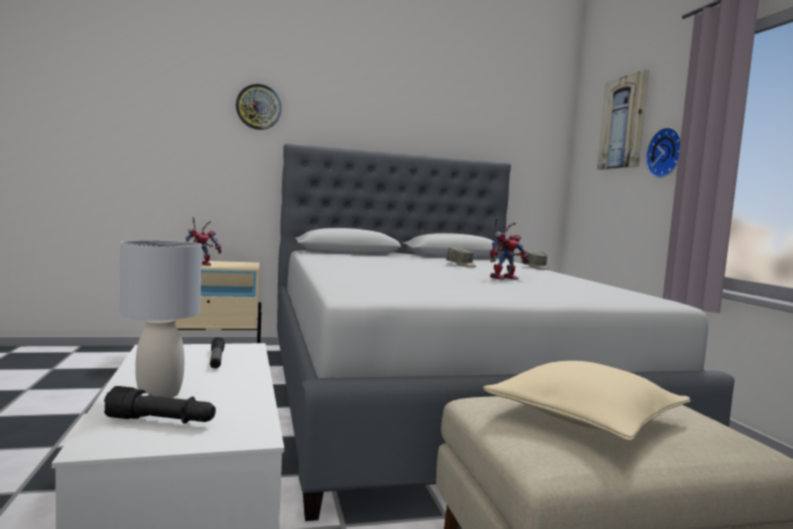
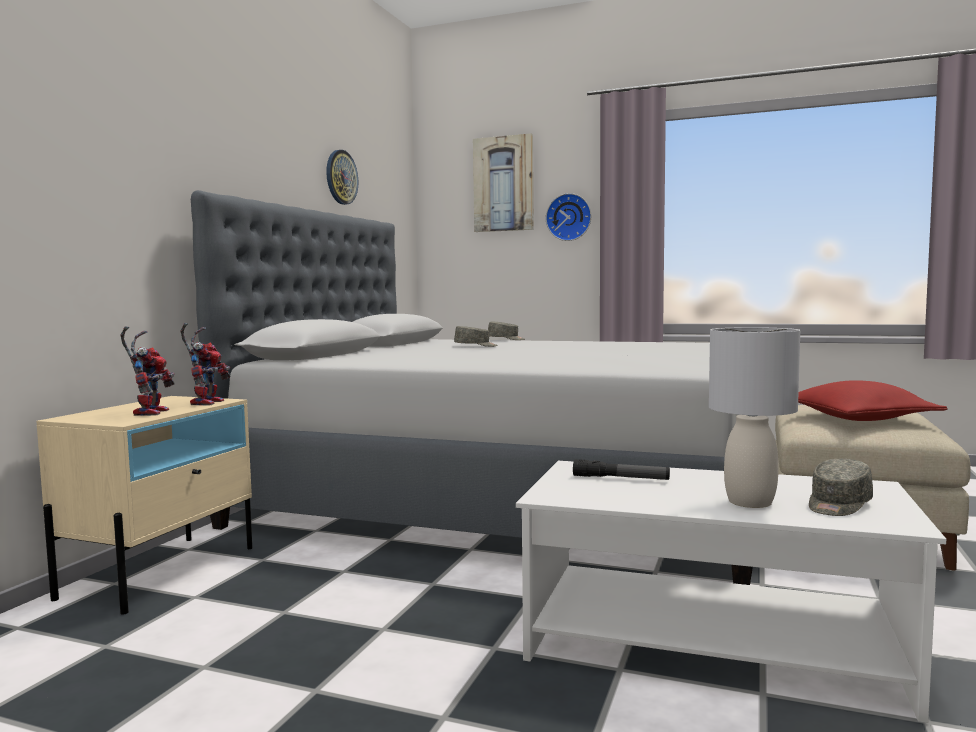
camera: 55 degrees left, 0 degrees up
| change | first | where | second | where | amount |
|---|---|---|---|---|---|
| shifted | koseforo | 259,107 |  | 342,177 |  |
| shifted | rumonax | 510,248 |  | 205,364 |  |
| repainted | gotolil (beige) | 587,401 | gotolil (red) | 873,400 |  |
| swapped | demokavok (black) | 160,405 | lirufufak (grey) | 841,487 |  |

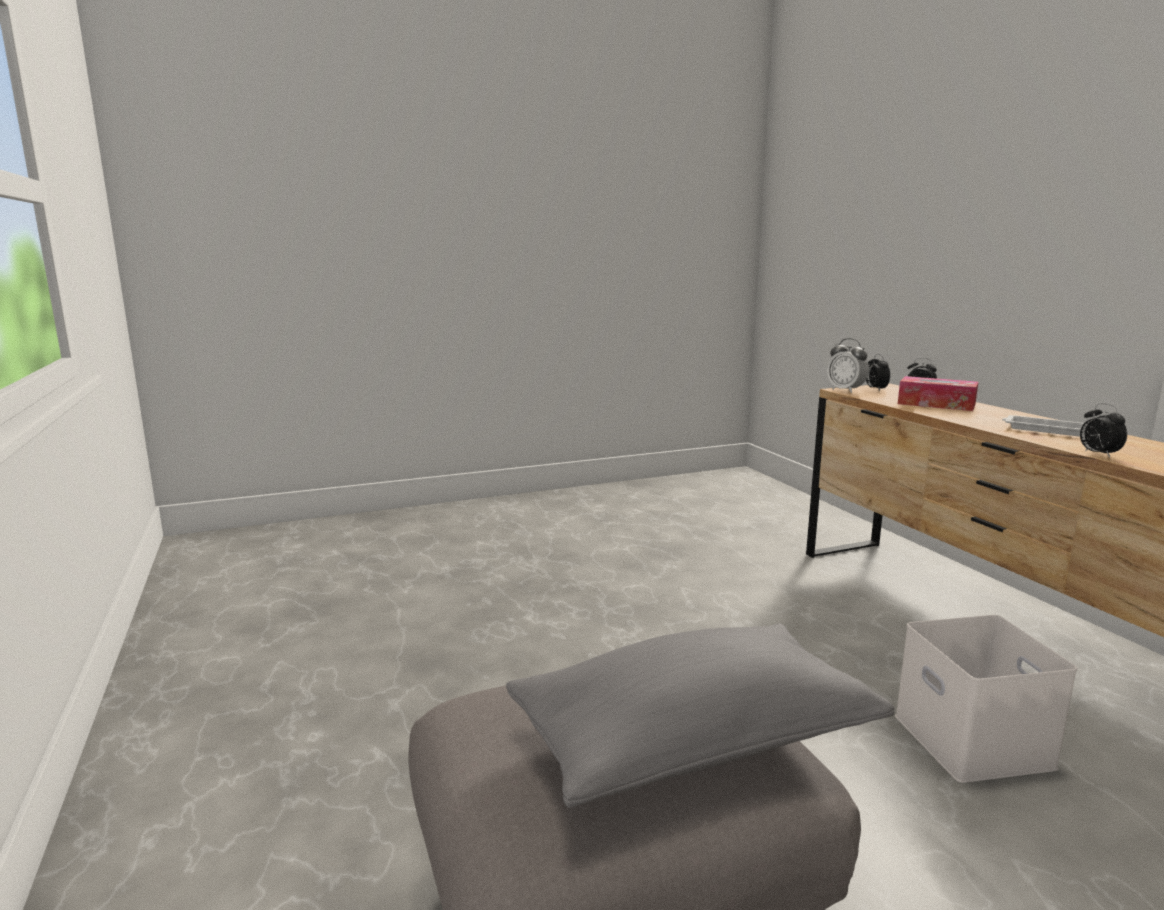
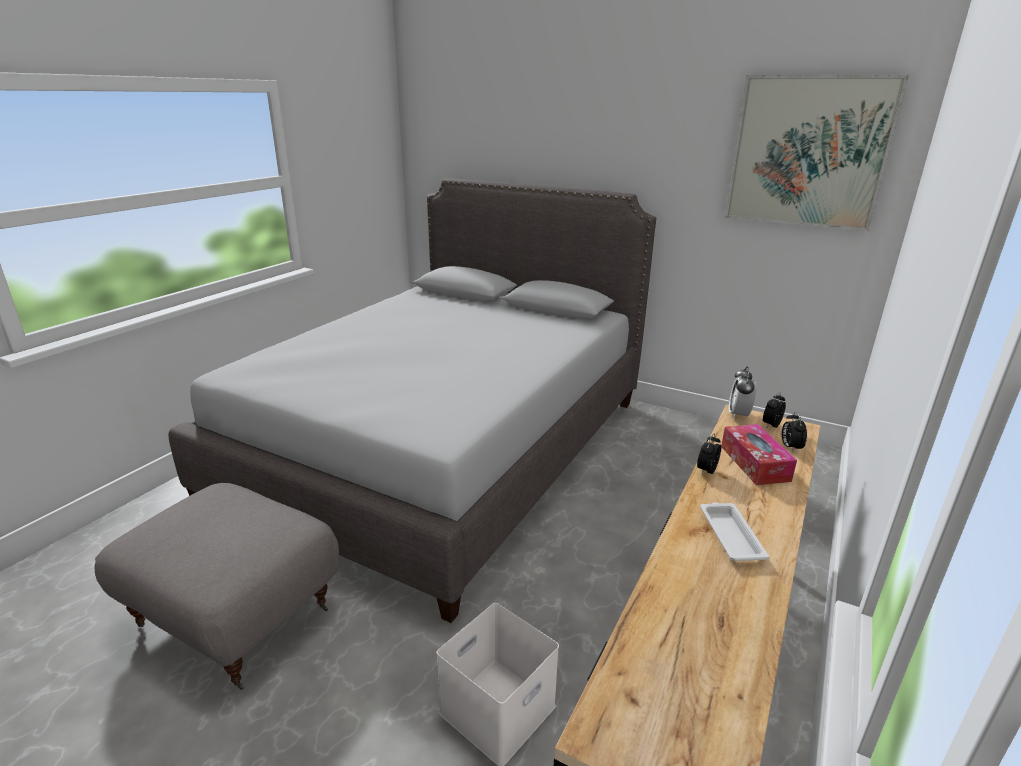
camera: 50 degrees right, 10 degrees up
| change | first | where | second | where | amount |
|---|---|---|---|---|---|
| shifted | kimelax | 1103,430 |  | 709,454 |  |
| gone | gotolil (grey) | 700,715 |  |  |  |
| new |  |  | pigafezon | 816,153 |  |
| new |  |  | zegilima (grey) | 412,400 |  |

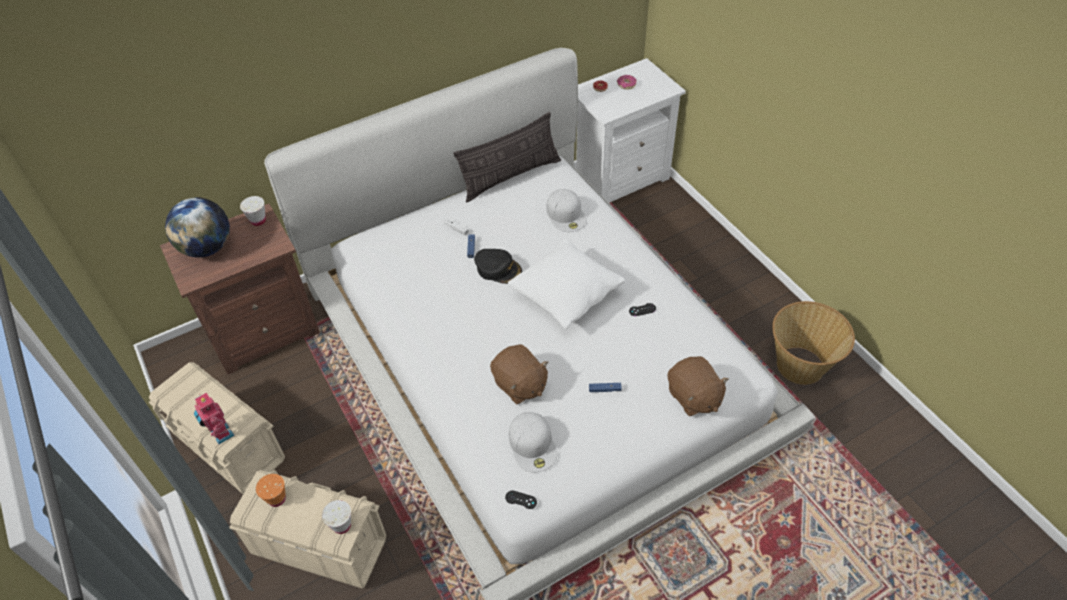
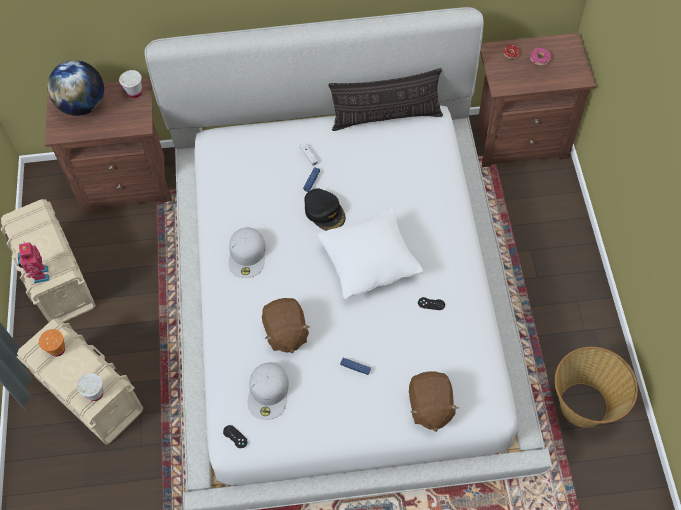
camera: 25 degrees right, 10 degrees up
| change | first | where | second | where | amount |
|---|---|---|---|---|---|
| repainted | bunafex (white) | 631,130 | bunafex (brown) | 537,100 |  |
| shifted | lirufufak (white) | 566,210 |  | 247,252 |  |

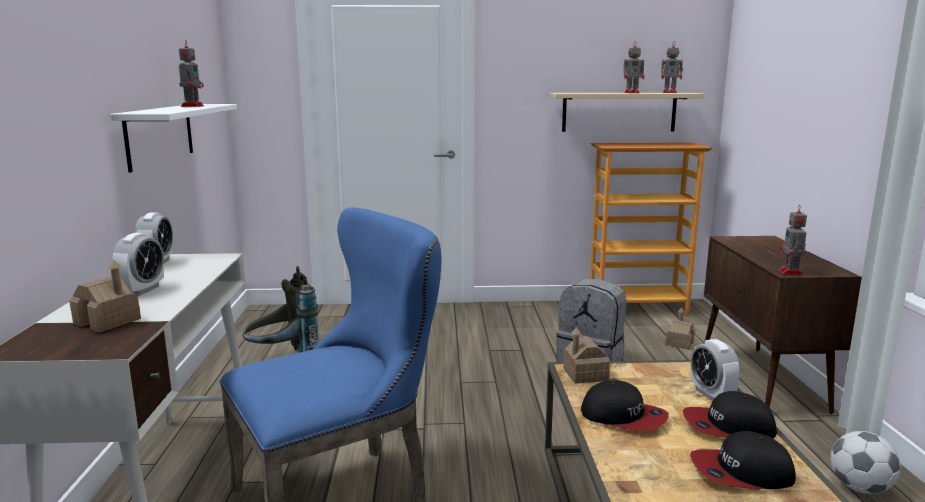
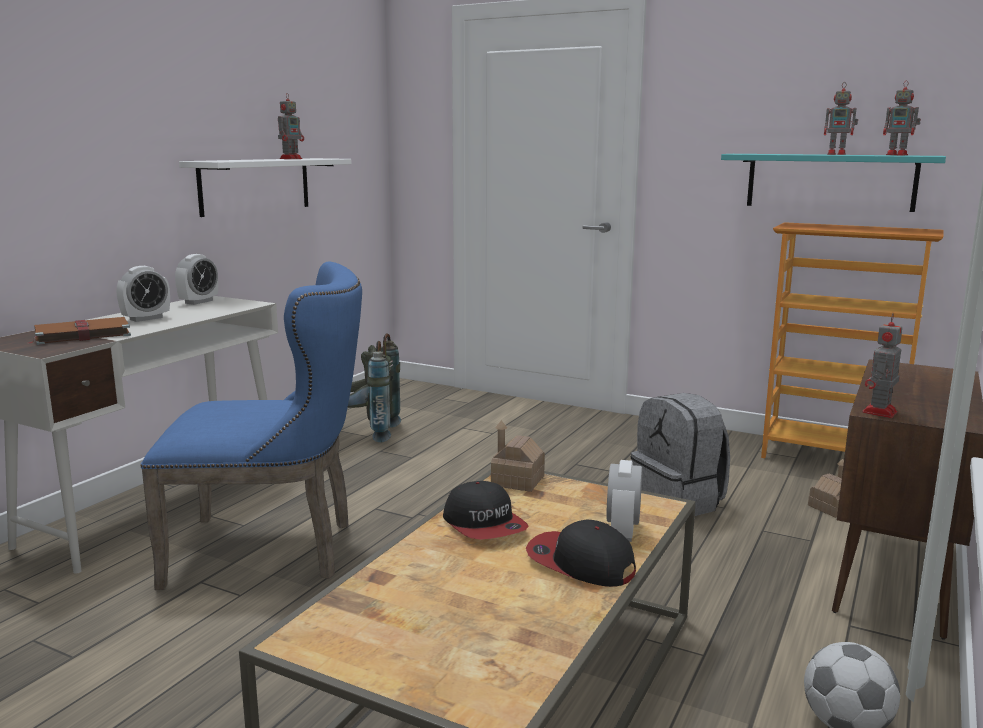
camera: 30 degrees right, 0 degrees up
| change | first | where | second | where | amount |
|---|---|---|---|---|---|
| repainted | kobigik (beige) | 627,112 | kobigik (turquoise) | 833,183 |  |
| swapped | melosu | 105,296 | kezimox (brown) | 79,331 |  |
| gone | lirufufak | 743,460 |  |  |  |

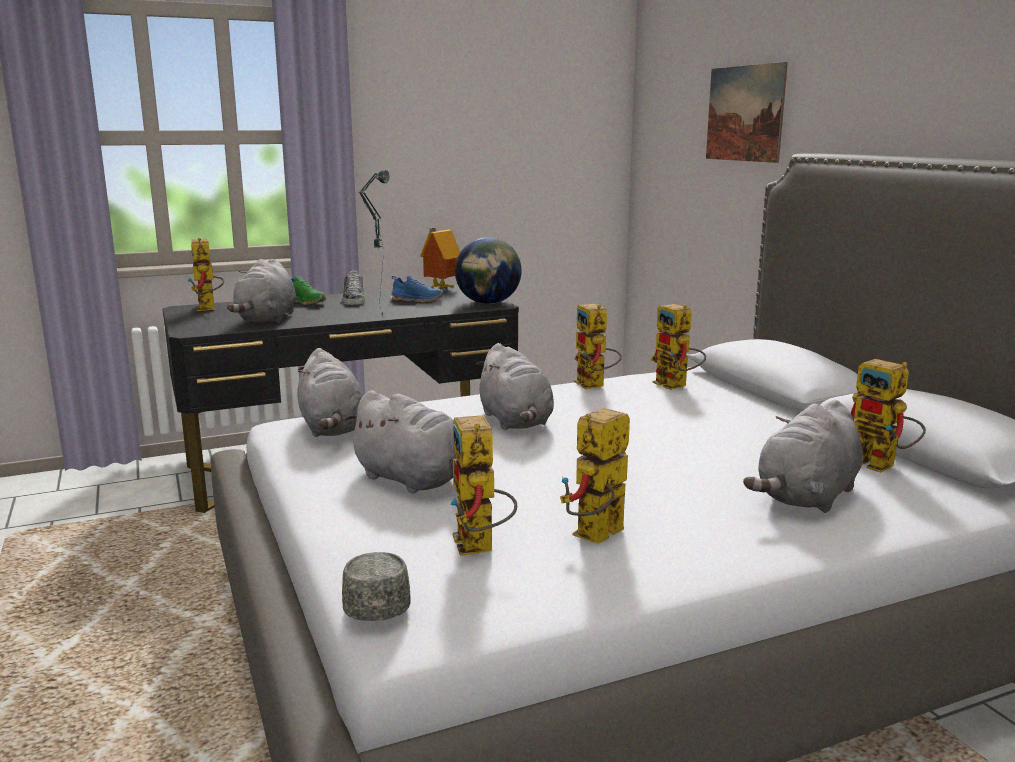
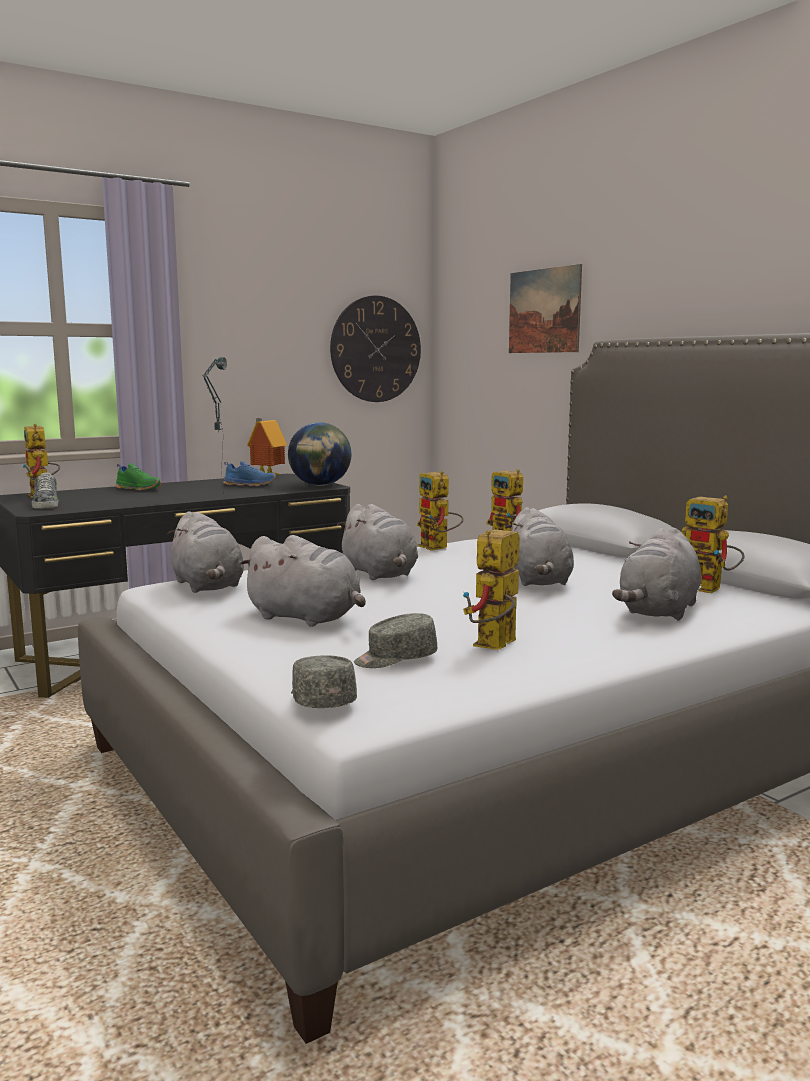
camera: 10 degrees left, 5 degrees down
| change | first | where | second | where | amount |
|---|---|---|---|---|---|
| shifted | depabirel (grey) | 261,291 |  | 539,546 |  |
| shifted | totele | 354,288 |  | 45,491 |  |
| swapped | rumonax | 483,485 | lirufufak (grey) | 396,640 |  |
| new |  |  | koseforo | 375,349 |  |

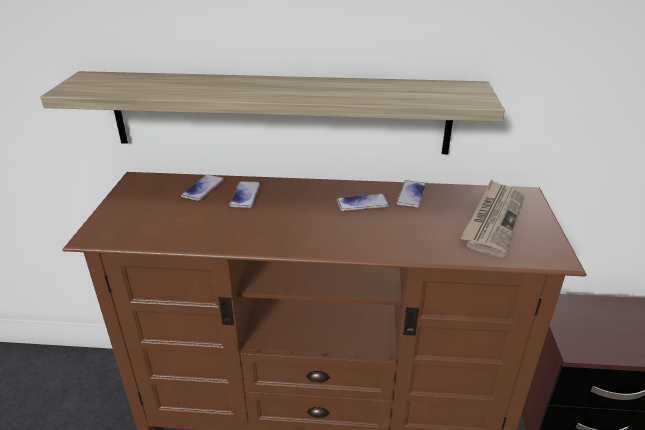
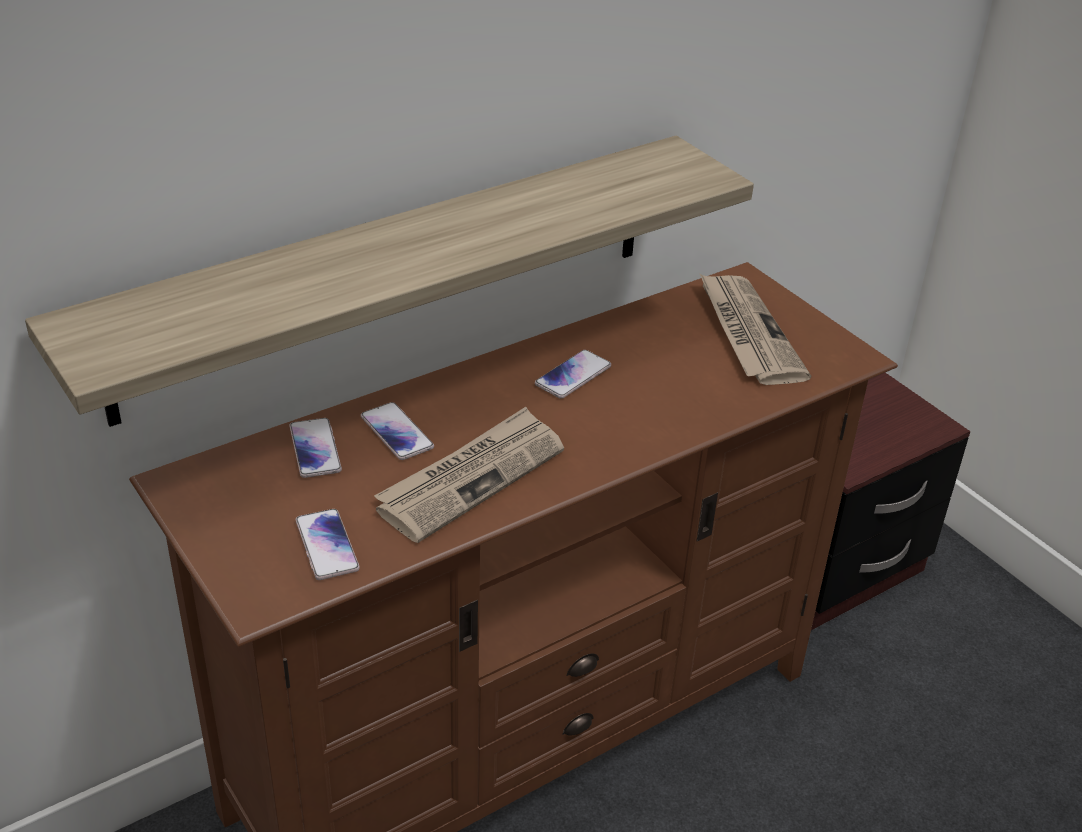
camera: 40 degrees left, 5 degrees up
| change | first | where | second | where | amount |
|---|---|---|---|---|---|
| shifted | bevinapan | 411,194 |  | 328,544 |  |
| new |  |  | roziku | 469,475 |  |

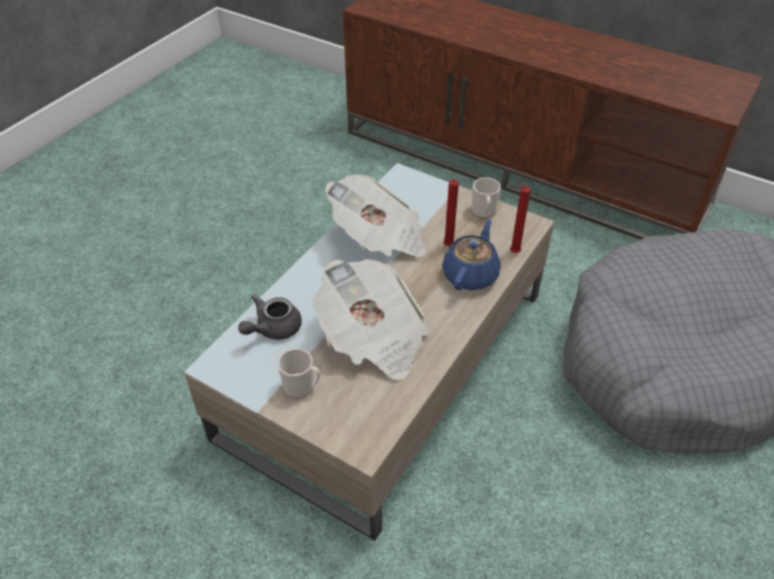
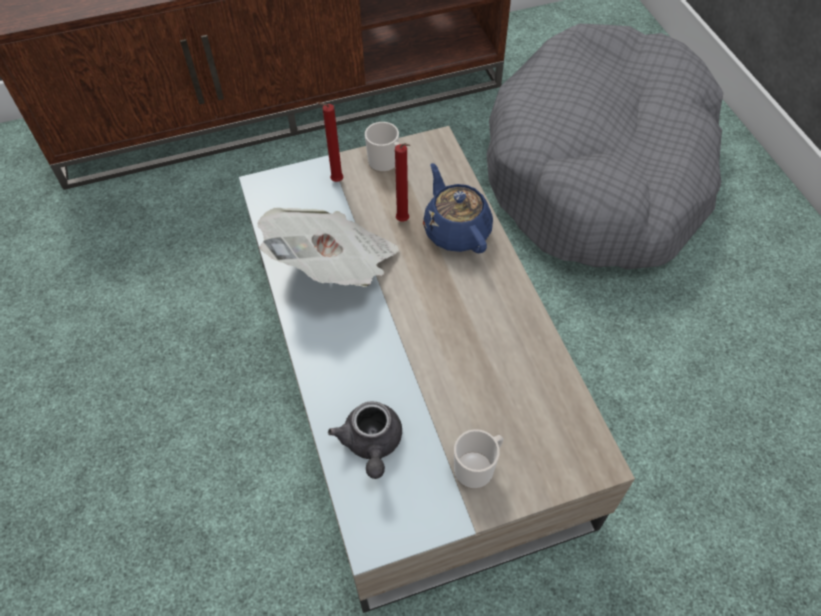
camera: 50 degrees left, 10 degrees up
| change | first | where | second | where | amount |
|---|---|---|---|---|---|
| shifted | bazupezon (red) | 520,216 |  | 329,142 |  |
| gone | roziku | 371,319 |  |  |  |

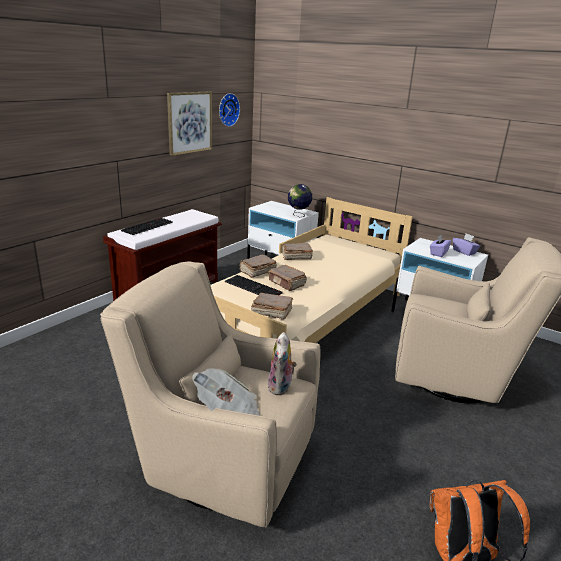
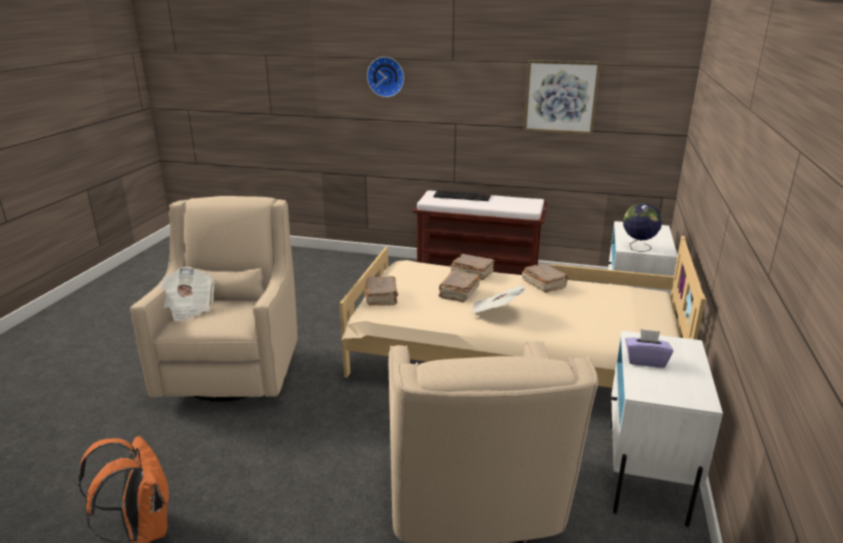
camera: 70 degrees right, 0 degrees up
| change | first | where | second | where | amount |
|---|---|---|---|---|---|
| shifted | koseforo | 229,110 |  | 385,77 |  |
| gone | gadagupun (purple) | 466,244 |  |  |  |
| gone | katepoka | 254,285 |  |  |  |
| gone | depabirel | 282,363 |  |  |  |
| new |  |  | roziku | 498,299 |  |

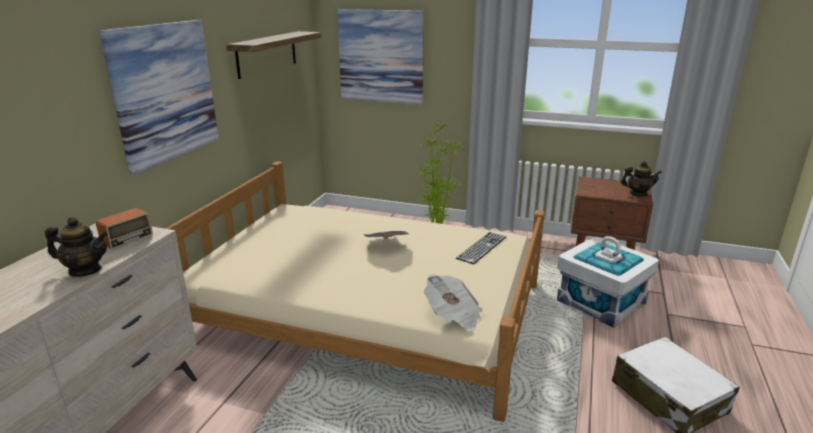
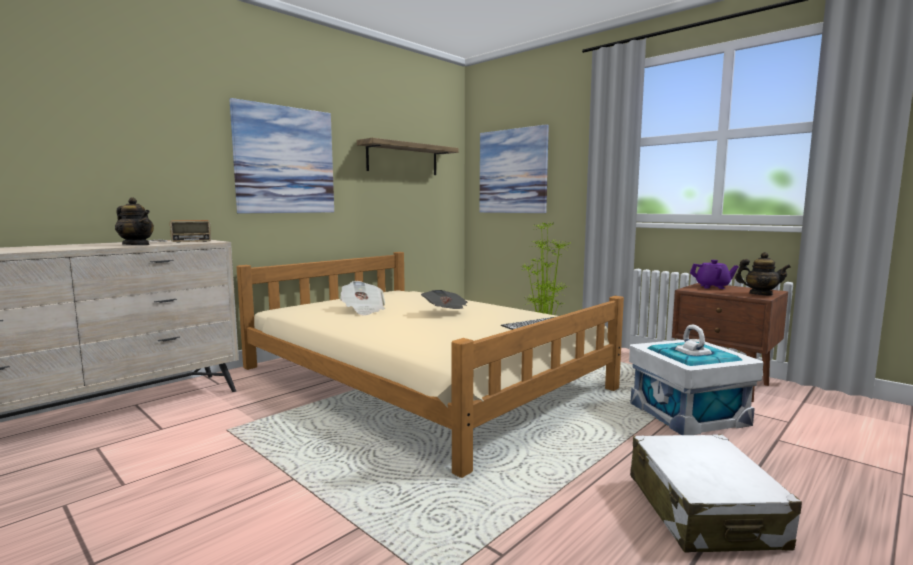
camera: 25 degrees right, 15 degrees down
| change | first | where | second | where | amount |
|---|---|---|---|---|---|
| shifted | roziku | 453,302 |  | 362,298 |  |
| new |  |  | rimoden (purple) | 714,274 |  |

